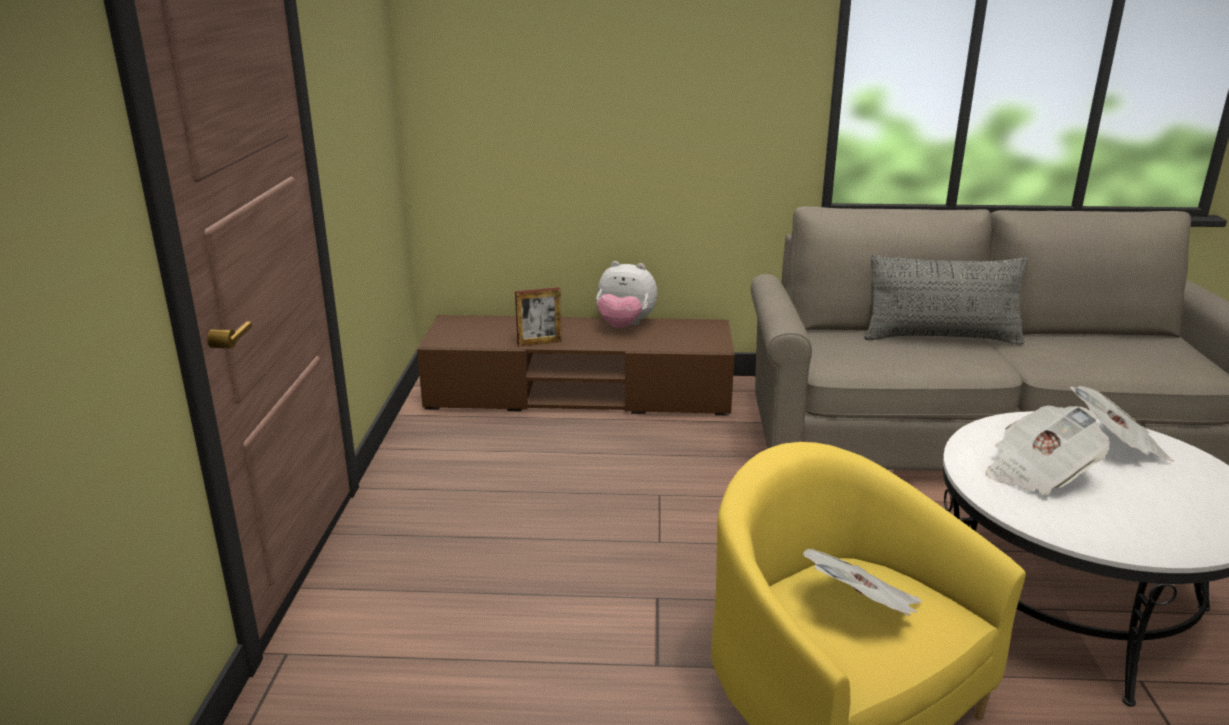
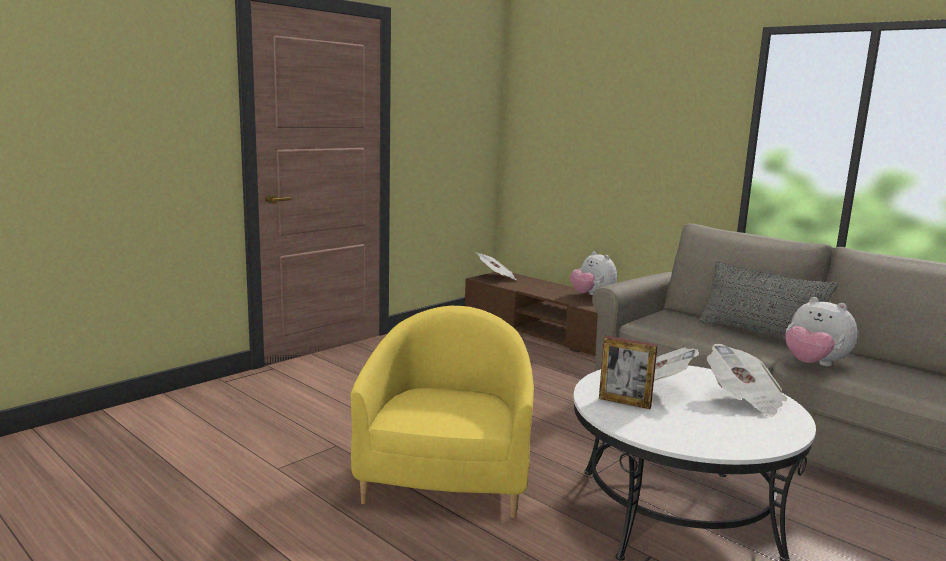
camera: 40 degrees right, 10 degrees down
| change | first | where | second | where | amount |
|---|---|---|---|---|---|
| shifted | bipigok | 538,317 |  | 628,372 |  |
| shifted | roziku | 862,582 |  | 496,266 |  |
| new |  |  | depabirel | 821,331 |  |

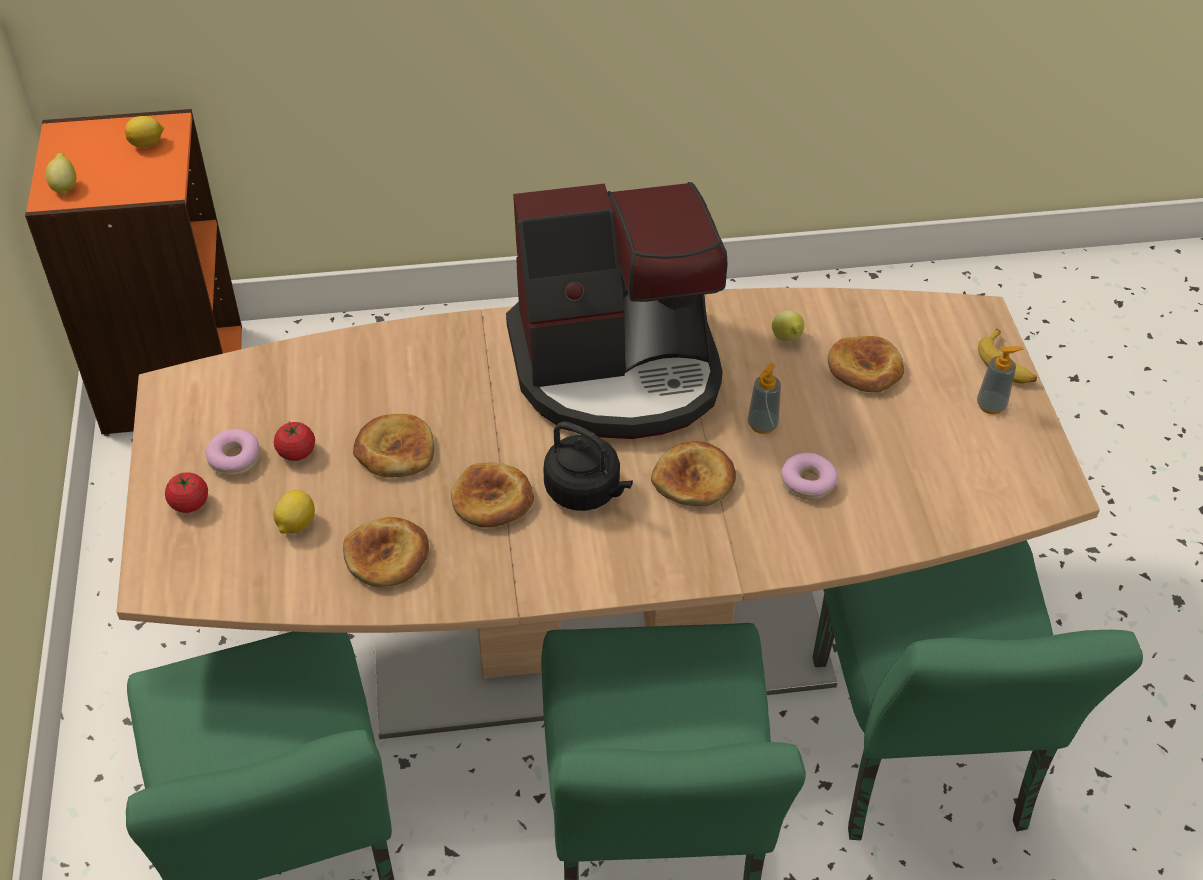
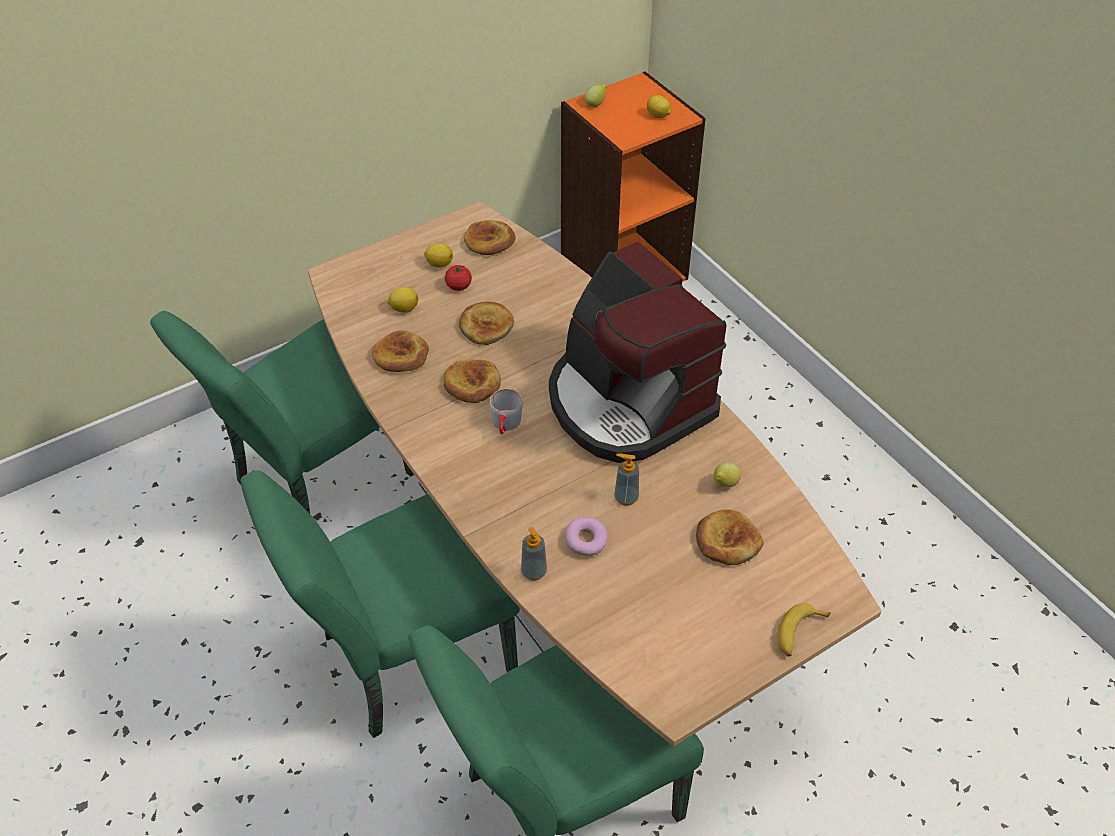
camera: 65 degrees right, 0 degrees up
| change | first | where | second | where | amount |
|---|---|---|---|---|---|
| shifted | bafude | 1000,380 |  | 534,554 |  |
| swapped | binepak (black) | 588,466 | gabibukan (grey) | 506,411 |  |
| swapped | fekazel | 232,452 | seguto | 438,255 |  |
| shifted | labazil | 693,473 |  | 490,237 |  |
| gone | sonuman | 186,492 |  |  |  |

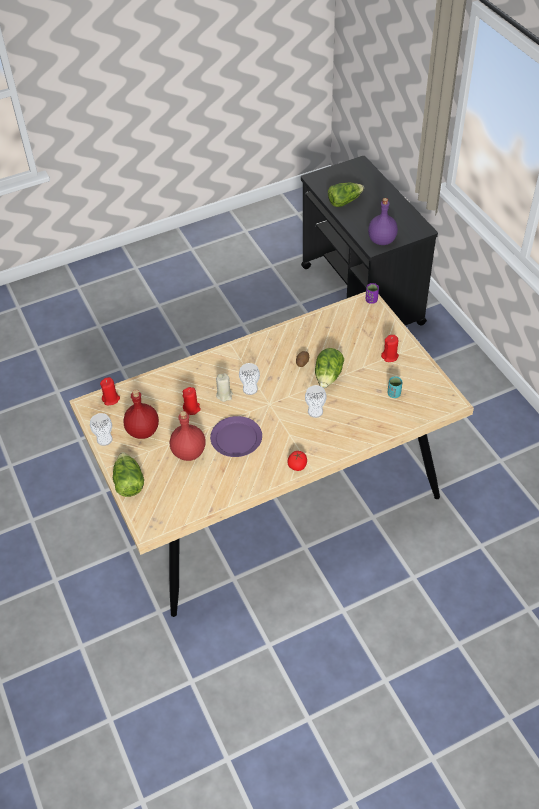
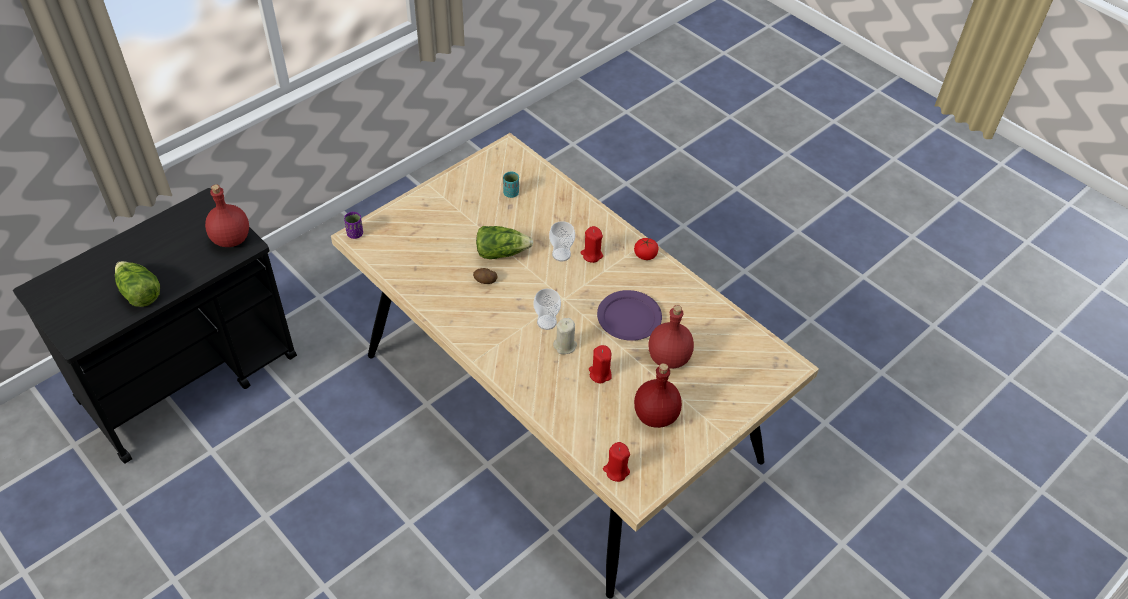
camera: 110 degrees left, 0 degrees up
| change | first | where | second | where | amount |
|---|---|---|---|---|---|
| repainted | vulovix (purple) | 383,221 | vulovix (red) | 227,215 |  |
| shifted | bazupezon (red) | 390,348 |  | 591,244 |  |
| gone | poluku | 101,429 |  |  |  |
| gone | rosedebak | 128,474 |  |  |  |

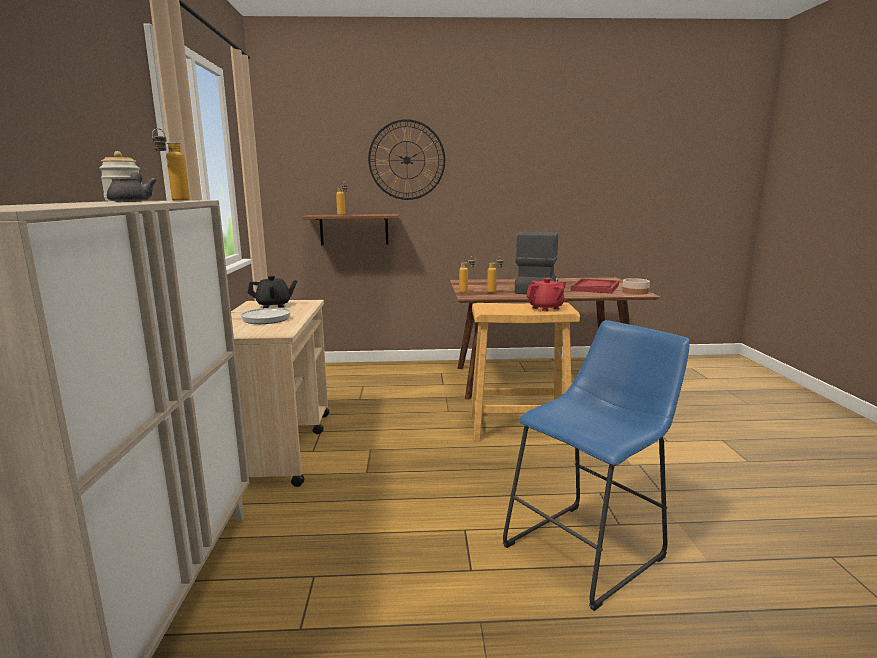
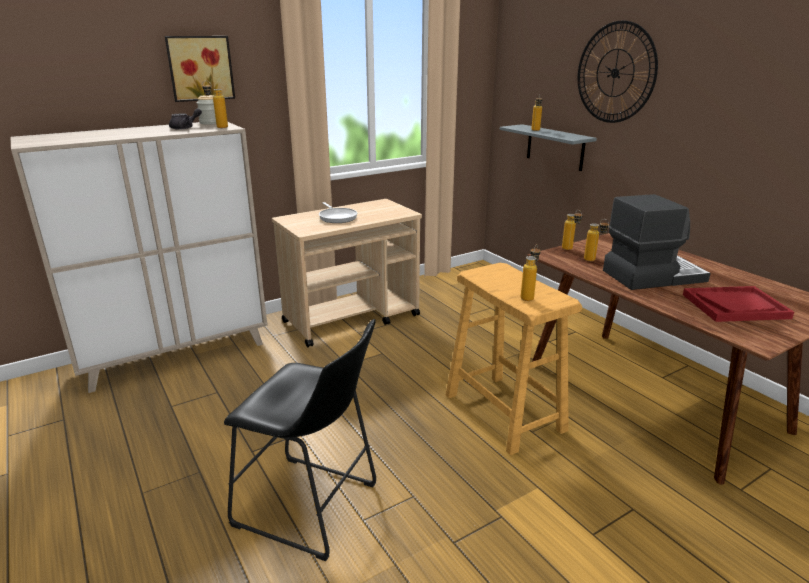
camera: 60 degrees right, 10 degrees up
| change | first | where | second | where | amount |
|---|---|---|---|---|---|
| repainted | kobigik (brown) | 350,229 | kobigik (grey) | 548,147 |  |
| gone | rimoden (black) | 272,292 |  |  |  |
| swapped | rimoden (red) | 546,294 | vulovix | 530,272 |  |
| gone | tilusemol | 636,286 |  |  |  |
| repainted | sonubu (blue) | 596,465 | sonubu (black) | 300,440 |  |
| new |  |  | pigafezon | 200,69 |  |

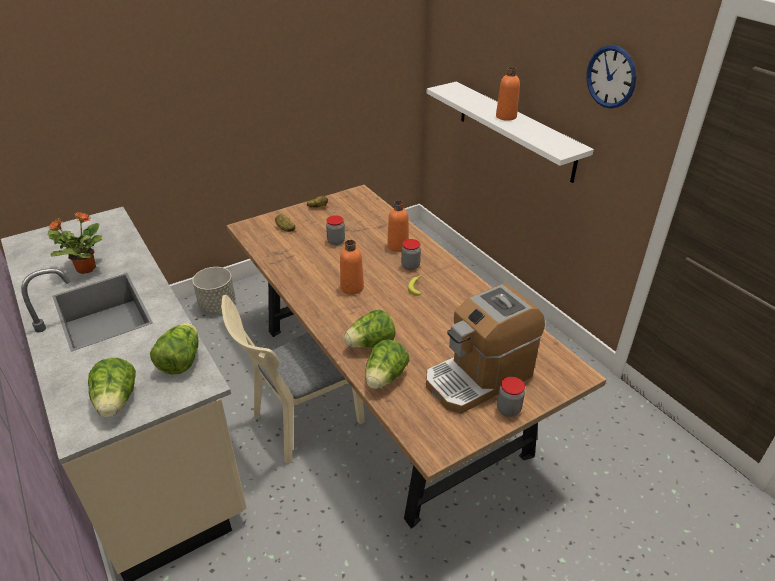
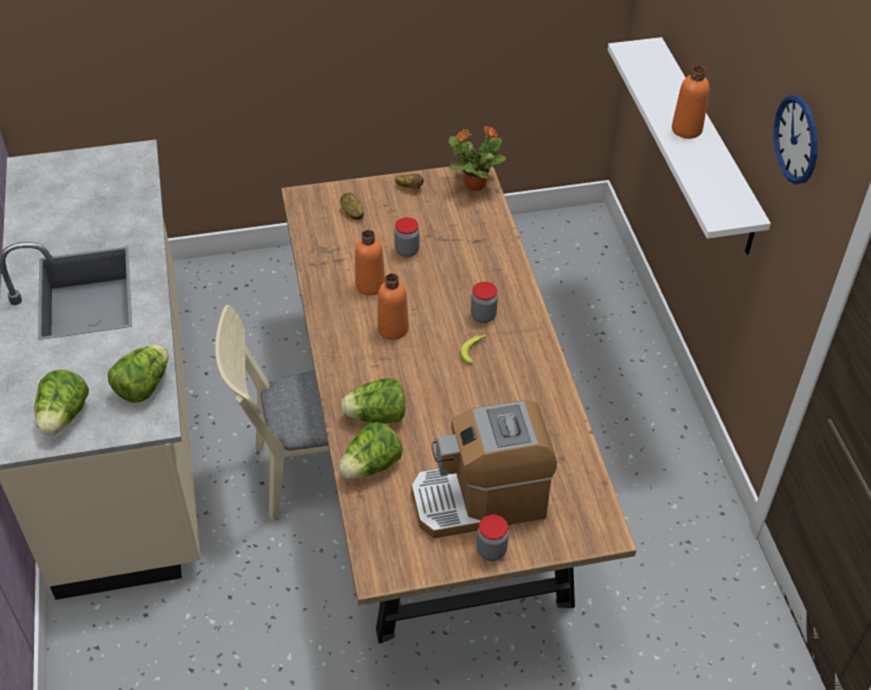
camera: 20 degrees right, 10 degrees up
| change | first | where | second | where | amount |
|---|---|---|---|---|---|
| shifted | vulovix (orange) | 398,226 |  | 370,262 |  |
| shifted | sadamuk | 75,242 |  | 477,158 |  |
| gone | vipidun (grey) | 214,290 |  |  |  |

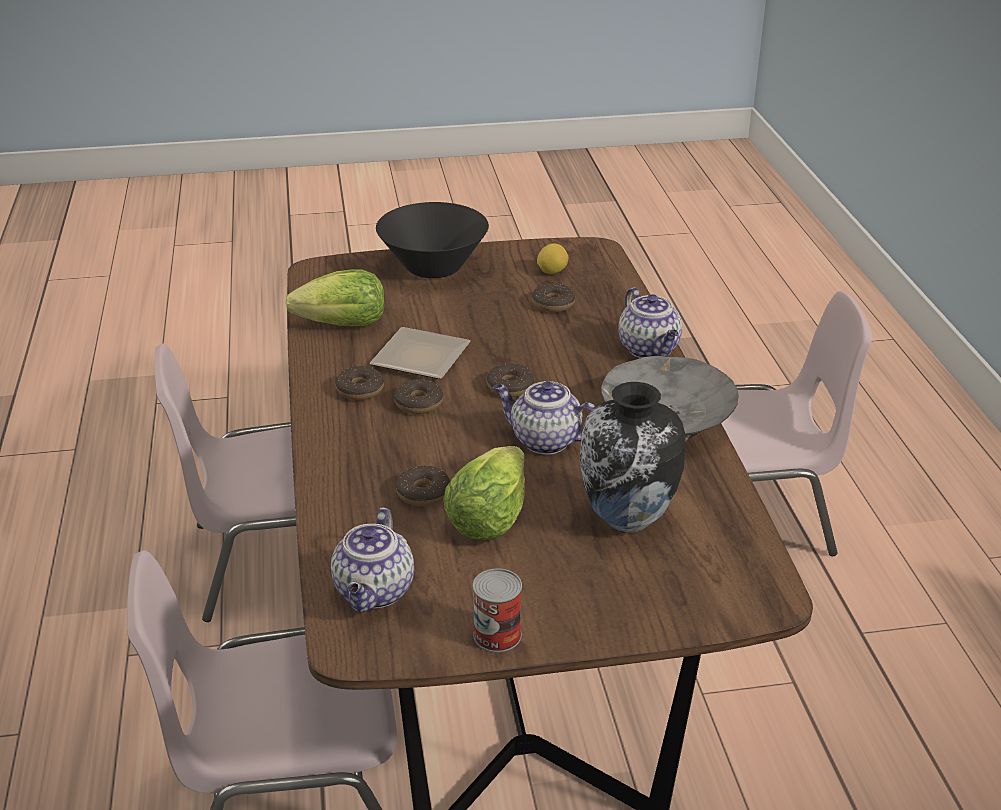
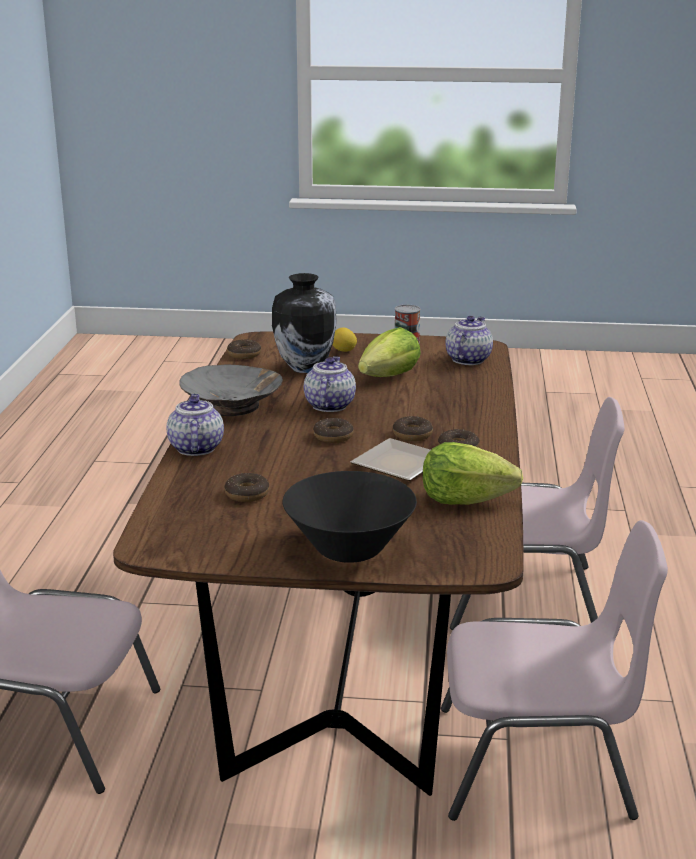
camera: 165 degrees left, 10 degrees down
| change | first | where | second | where | amount |
|---|---|---|---|---|---|
| shifted | seguto | 552,258 |  | 345,339 |  |
| rotated | rimoden | 544,417 |  | 330,384 | 120 degrees counterclockwise |
| shifted | fekazel | 423,486 |  | 244,349 |  |

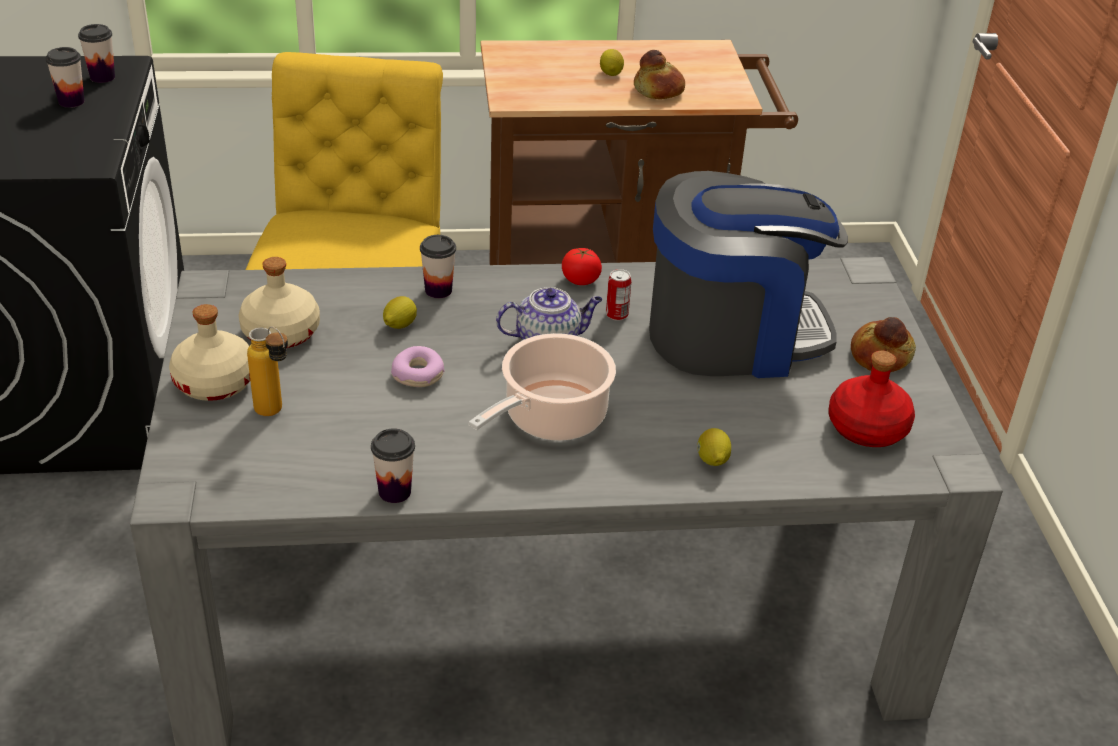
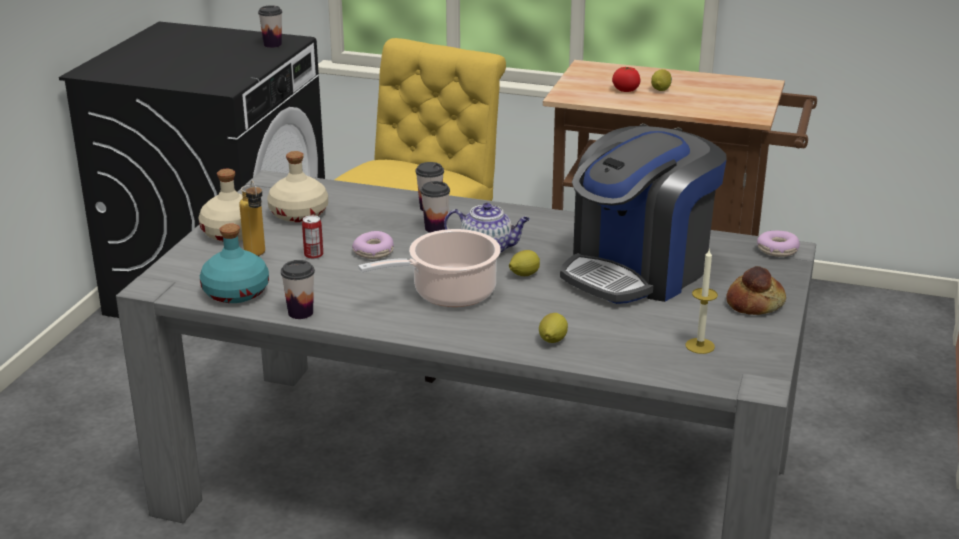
camera: 25 degrees right, 10 degrees down
| change | first | where | second | where | amount |
|---|---|---|---|---|---|
| shifted | poluku | 64,77 |  | 435,207 |  |
| gone | labazil | 659,74 |  |  |  |
| rotated | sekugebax | 748,274 |  | 643,215 | 120 degrees clockwise |
| shifted | sonuman | 582,266 |  | 626,79 |  |
| shifted | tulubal | 618,295 |  | 312,237 |  |
| shifted | seguto | 400,312 |  | 524,263 |  |
| swapped | vulovix (red) | 871,399 | bazupezon | 701,302 |  |
| new |  |  | vulovix (turquoise) | 234,263 |  |
| new |  |  | fekazel | 778,244 |  |

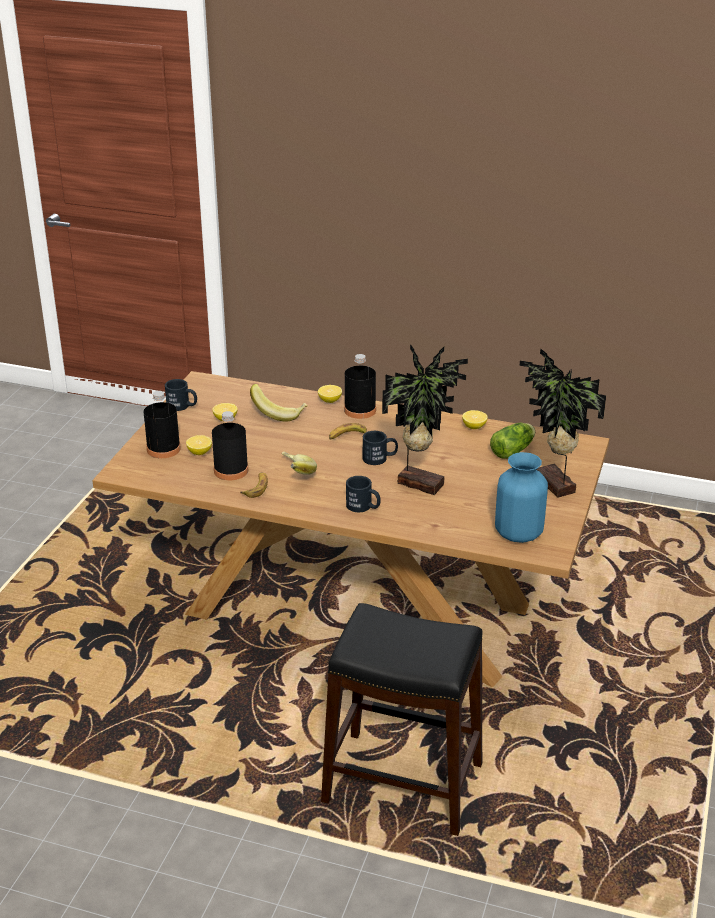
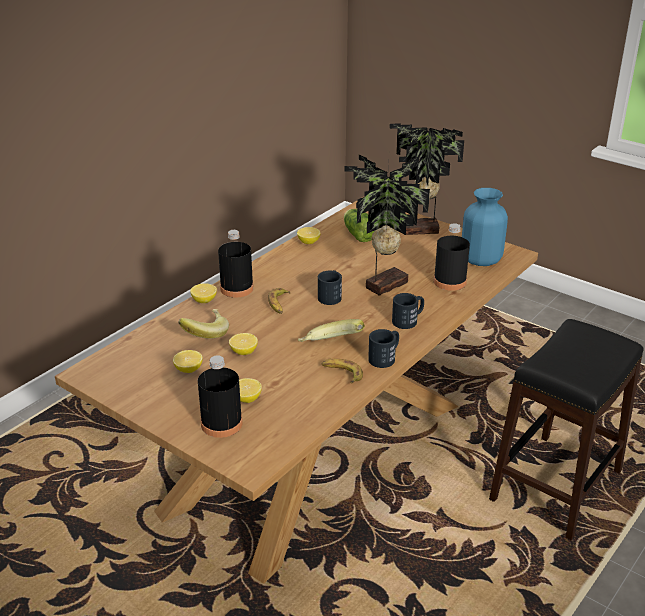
camera: 70 degrees left, 0 degrees up
| change | first | where | second | where | amount |
|---|---|---|---|---|---|
| shifted | gabibukan (black) | 181,395 |  | 383,348 |  |
| shifted | vulovix (black) | 230,445 |  | 452,257 |  |
| new |  |  | seguto | 243,344 |  |

